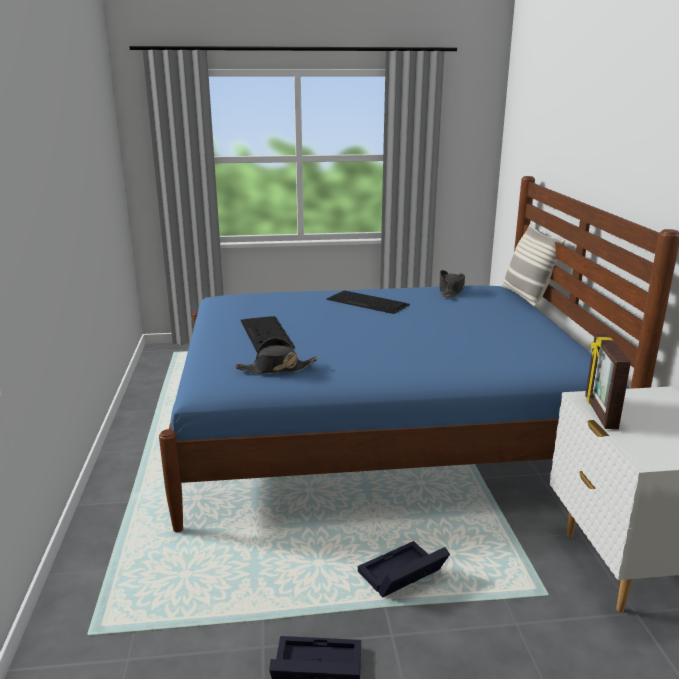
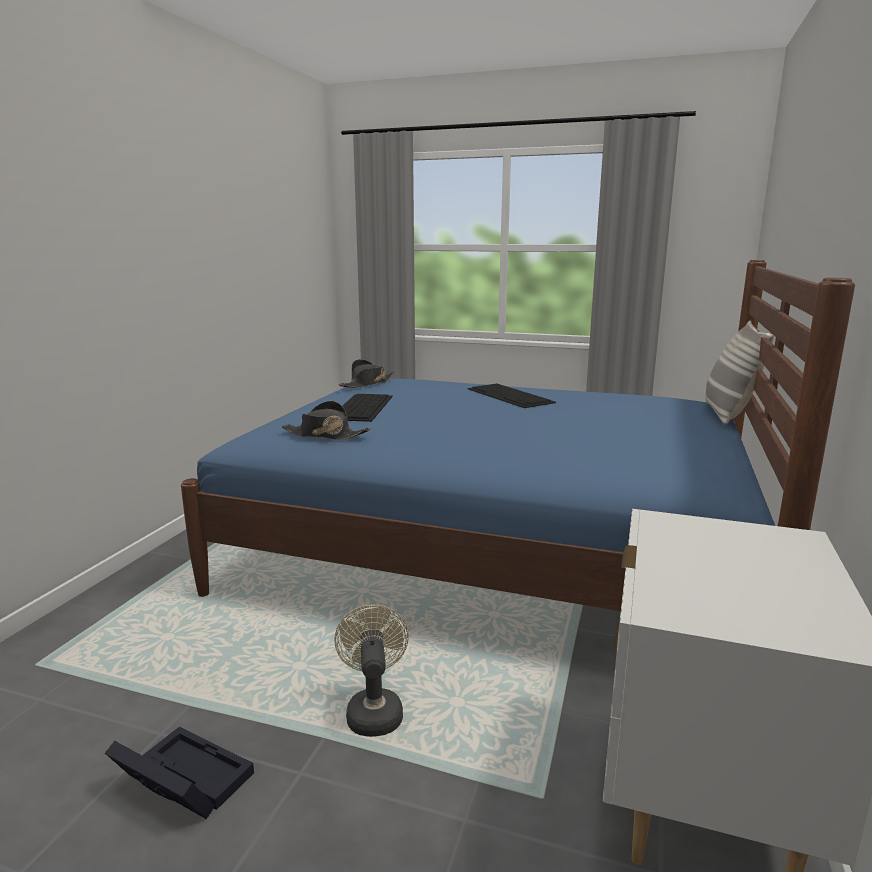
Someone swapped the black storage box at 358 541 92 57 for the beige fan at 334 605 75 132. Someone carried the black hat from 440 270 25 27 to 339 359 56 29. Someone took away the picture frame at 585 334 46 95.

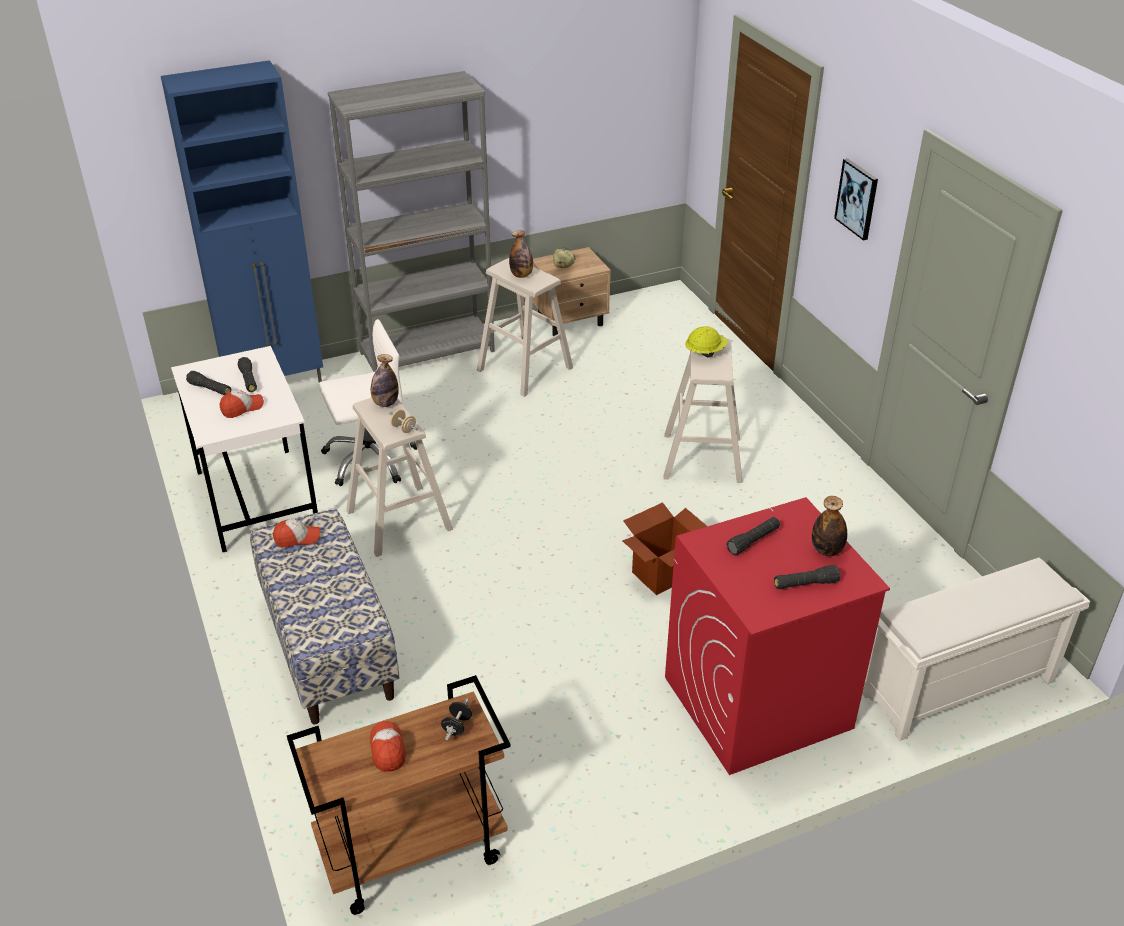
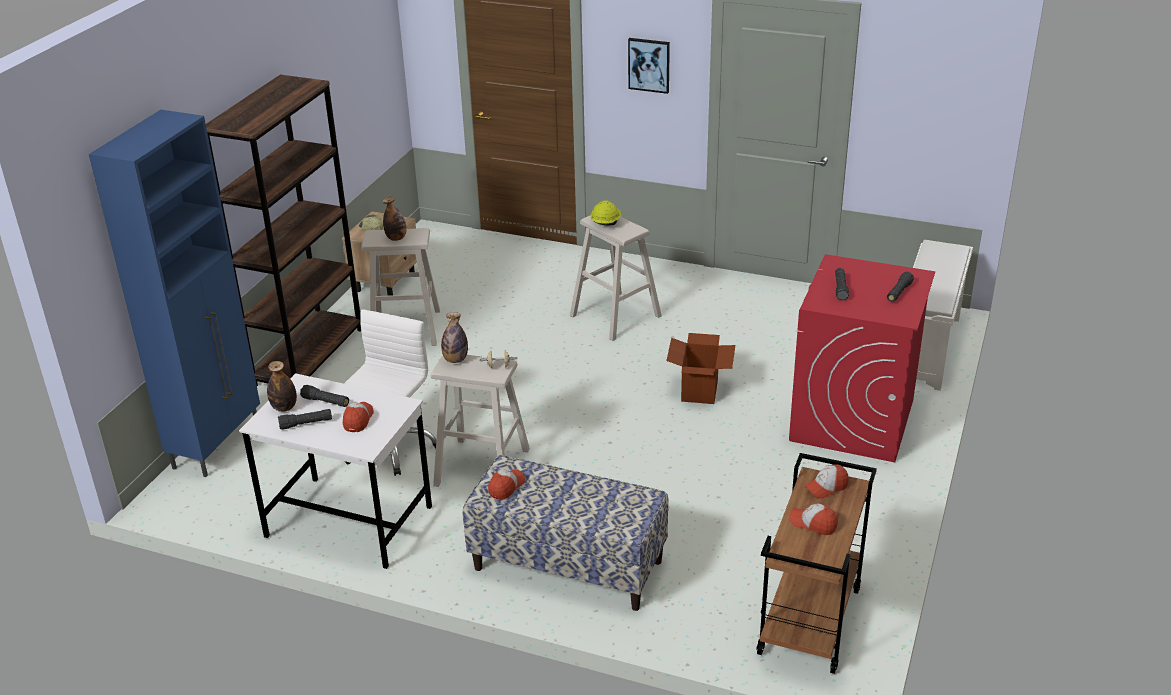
Someone repainted the grey bookcase at 328 71 167 301, which became the brown bookcase at 206 75 155 311. Someone carried the bottle from 812 496 35 60 to 267 361 30 51. Someone swapped the black dumbbell at 441 698 31 42 for the cap at 804 464 45 35.

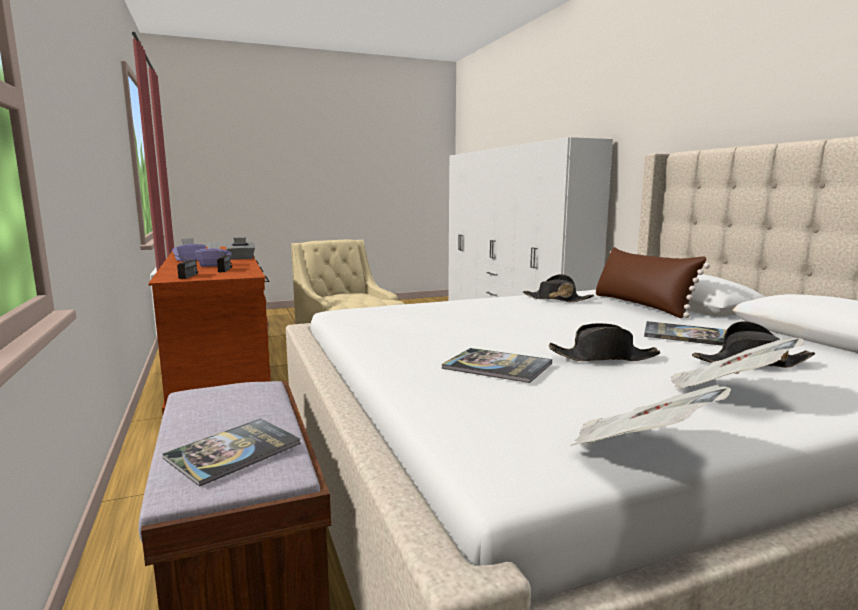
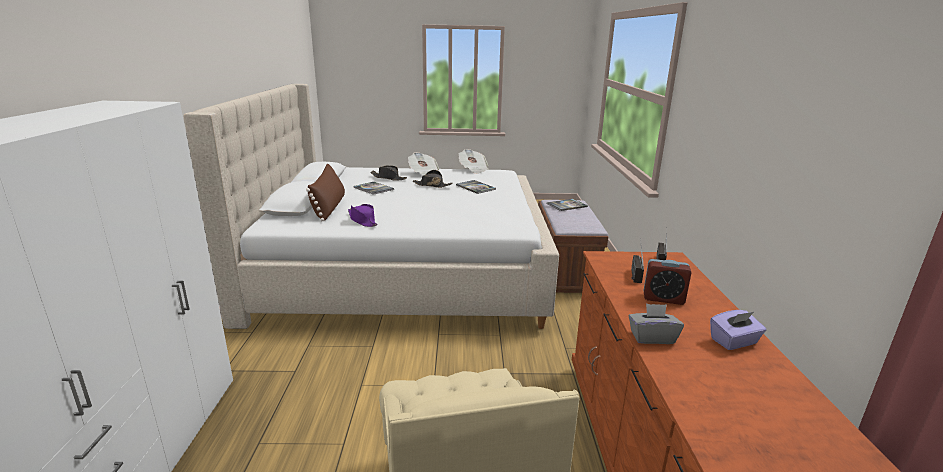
Someone repainted the black hat at 523 274 71 28, which became the purple hat at 348 204 30 23. Someone swapped the purple tissue box at 196 242 35 25 for the alarm clock at 643 259 49 46.

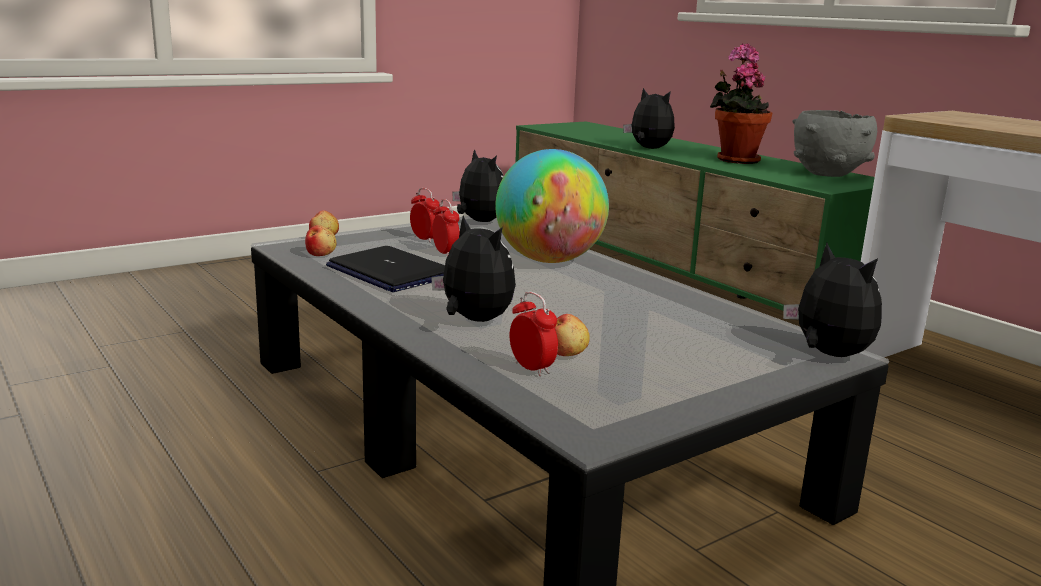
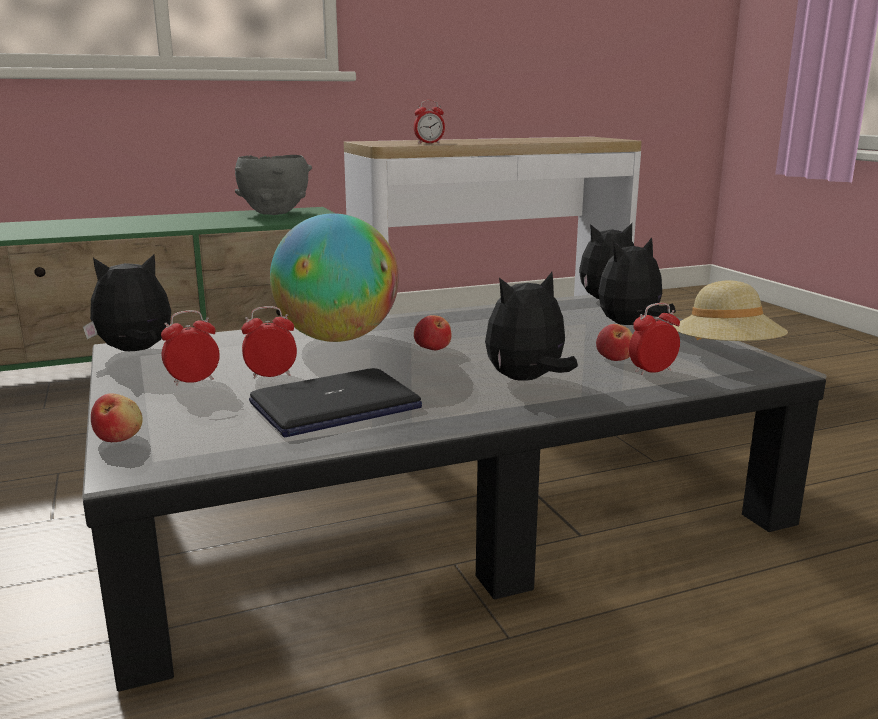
Someone put down the alarm clock at 414 100 31 44. Someone carried the apple from 305 225 32 31 to 414 315 37 35. Someone carried the plush toy from 623 88 52 61 to 599 237 77 88. Someone put down the beige hat at 673 281 115 60. Someone took away the potted plant at 710 43 62 121.

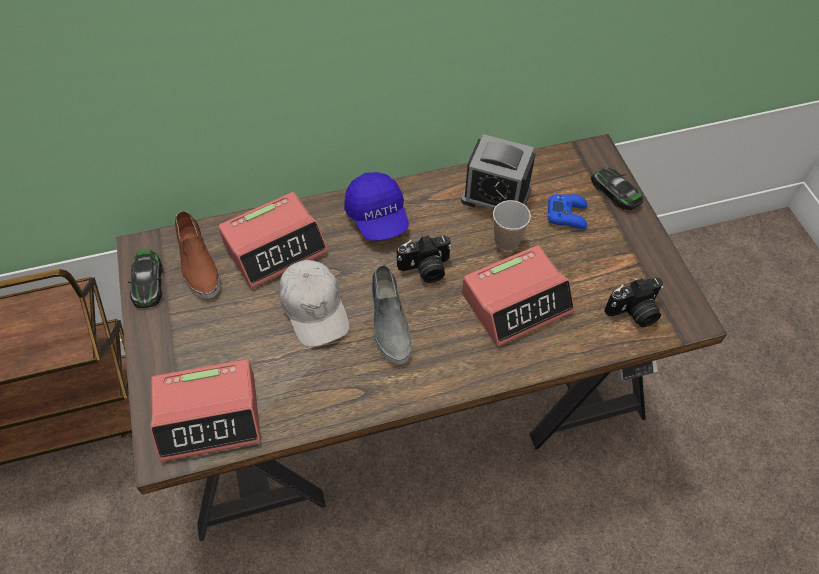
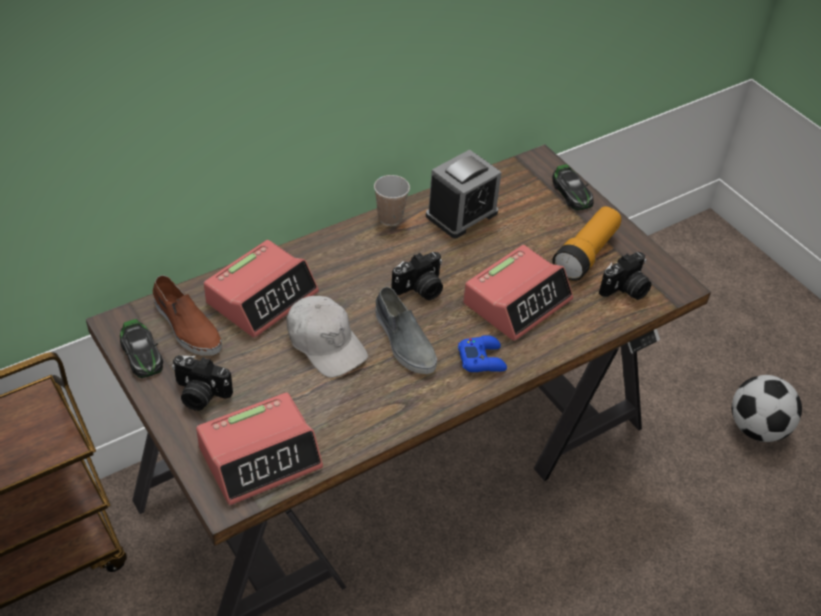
Someone put down the photo camera at 172 355 61 56. Someone carried the cup from 493 200 38 51 to 374 175 36 50. Someone rotated the alarm clock at 461 134 75 75 by 45 degrees counterclockwise. Someone carried the blue game controller from 547 194 41 35 to 458 335 49 37. Someone rotated the toy car at 591 167 52 43 by 150 degrees counterclockwise. Someone put down the flashlight at 552 206 69 75. Someone put down the football at 732 375 70 67. Someone took away the blue cap at 344 172 65 68.

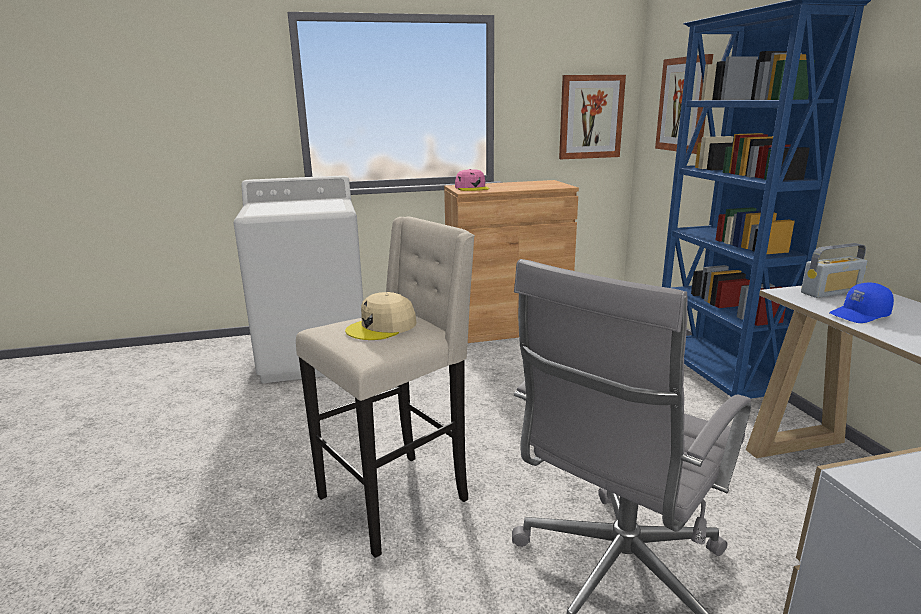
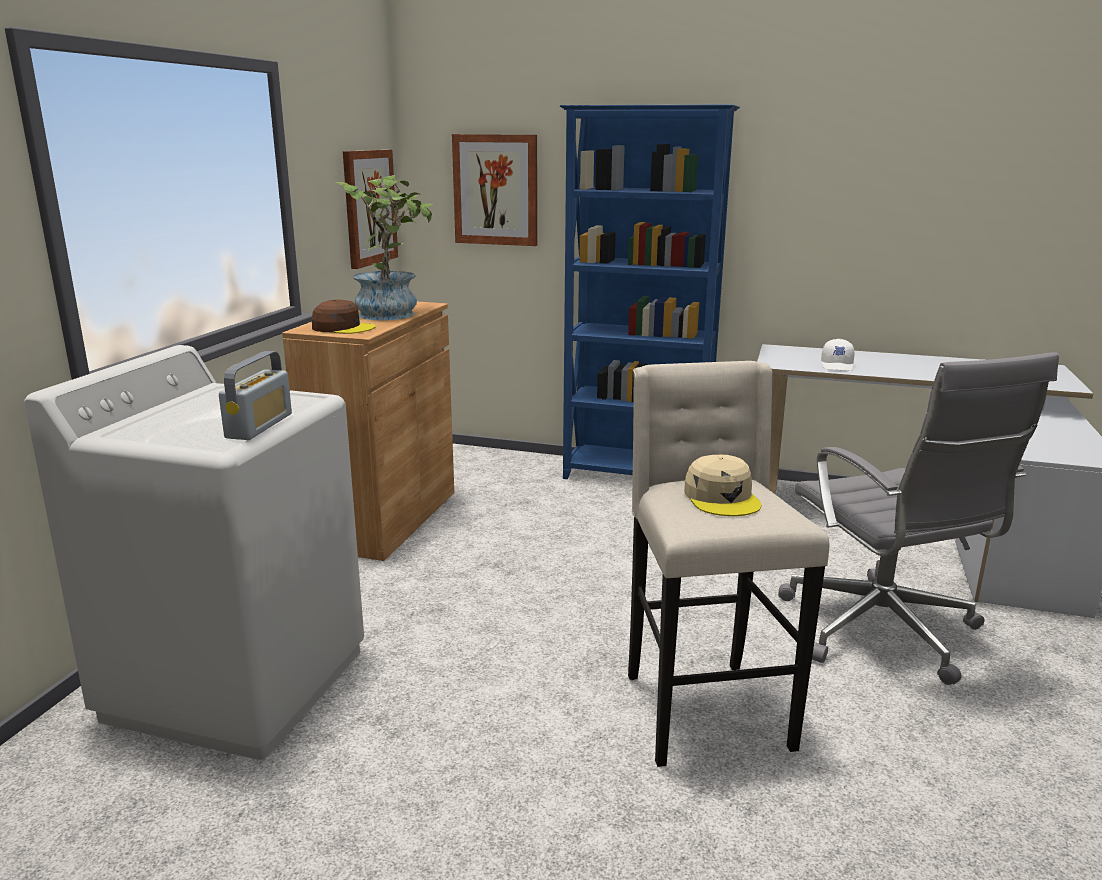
Someone carried the radio from 801 243 67 55 to 219 351 73 89. Someone repainted the pink cap at 455 169 35 22, which became the brown cap at 312 299 64 35. Someone put down the potted plant at 335 175 97 145. Someone repainted the blue cap at 829 283 65 40, which became the white cap at 821 339 33 32.

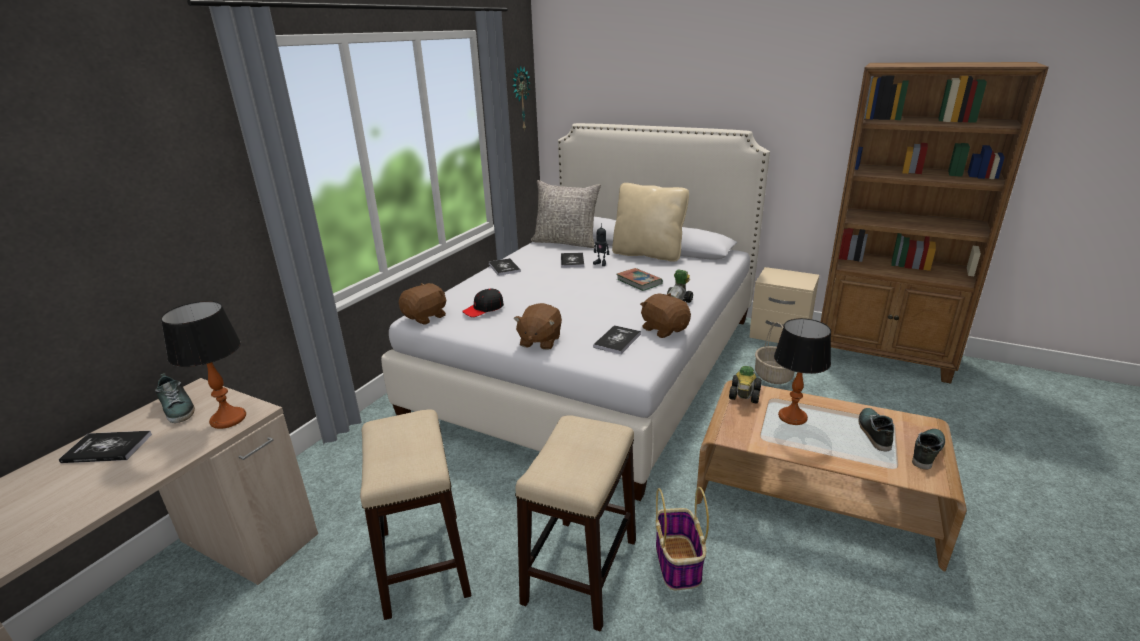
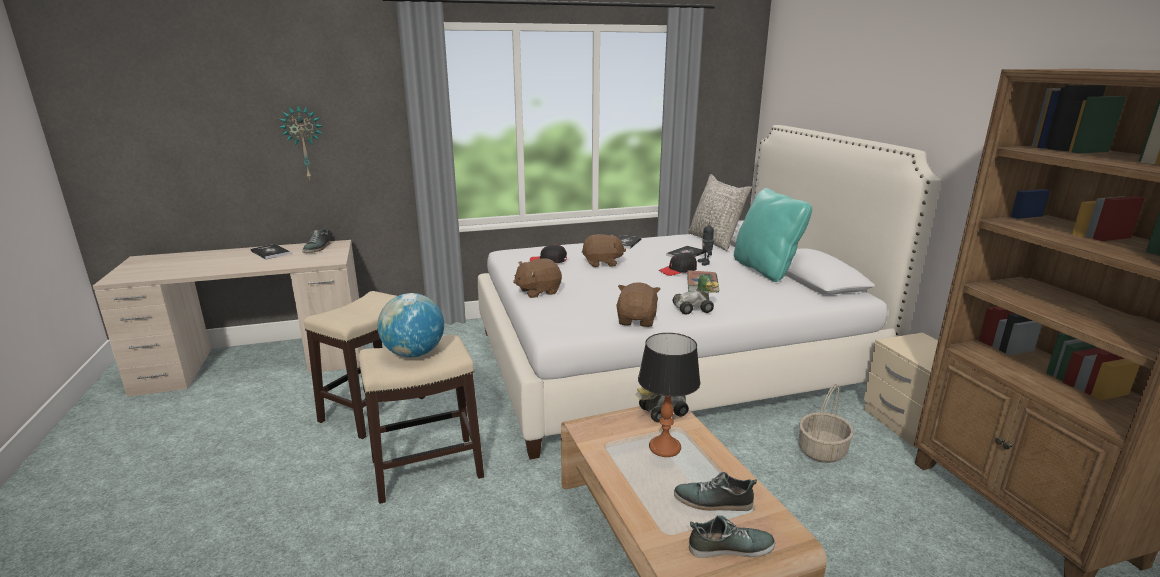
Someone carried the wall clock from 513 66 17 66 to 279 106 44 74. Someone put down the globe at 378 293 66 65. Someone carried the brown plush toy from 399 283 47 42 to 582 234 44 33. Someone put down the black cap at 659 252 38 24. Someone rotated the shoe at 858 408 36 43 by 135 degrees counterclockwise. Someone repainted the beige pillow at 612 183 77 79, which became the turquoise pillow at 734 188 78 94. Someone took away the table lamp at 161 301 85 128. Someone took away the book at 593 325 48 29. Someone took away the basket at 656 487 53 103.

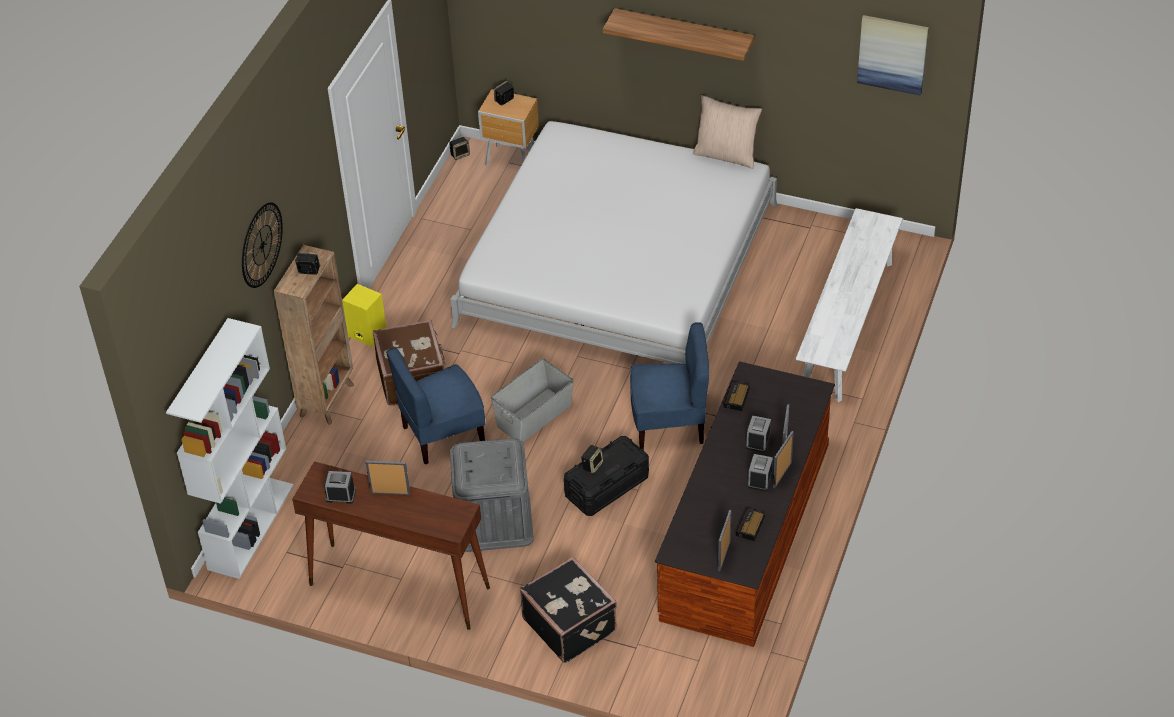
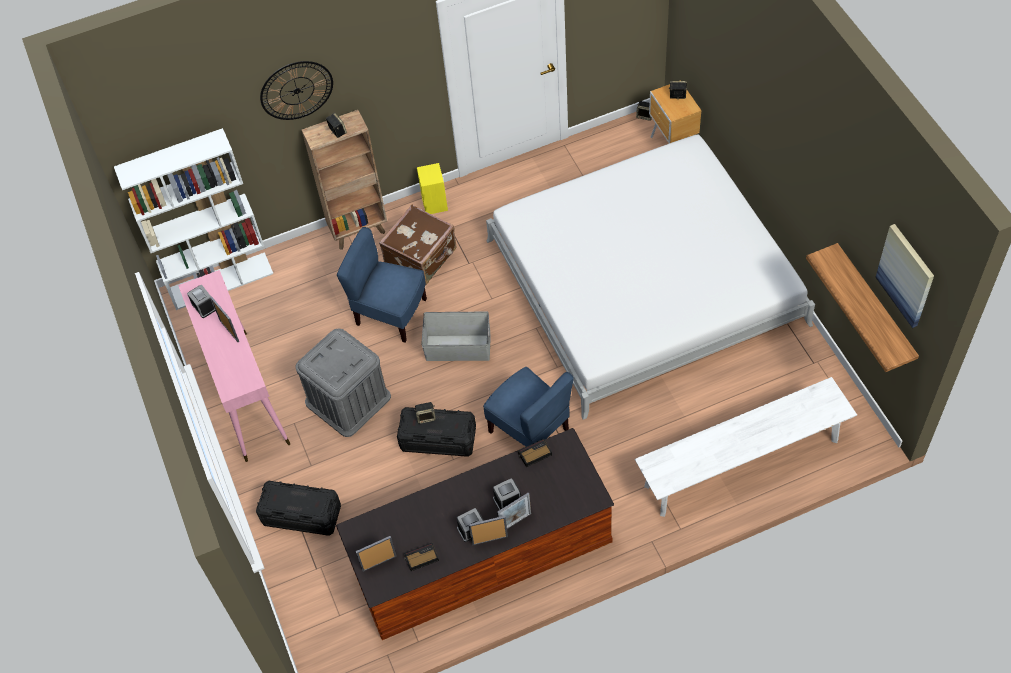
Someone repainted the brown console table at 292 461 198 169, which became the pink console table at 178 270 112 192. Someone swapped the black suitcase at 520 557 97 106 for the black storage box at 256 481 85 55. Someone carried the shelf from 603 8 151 53 to 806 243 113 129. Someone took away the beige pillow at 693 95 69 74.

